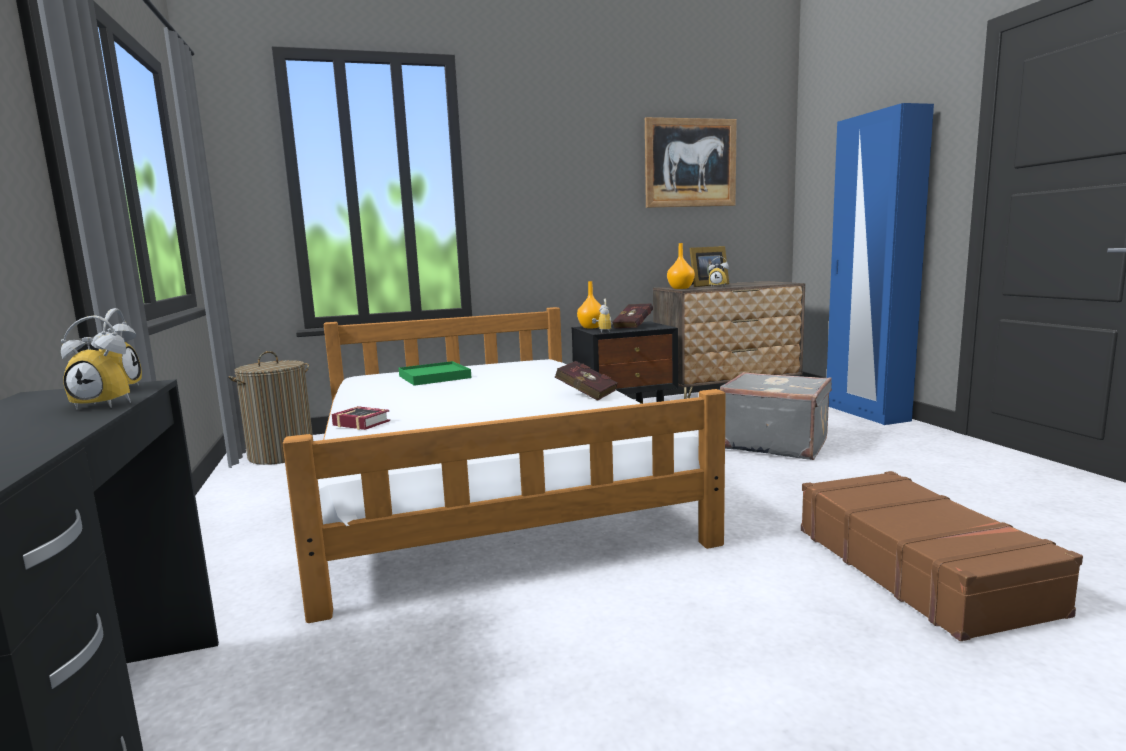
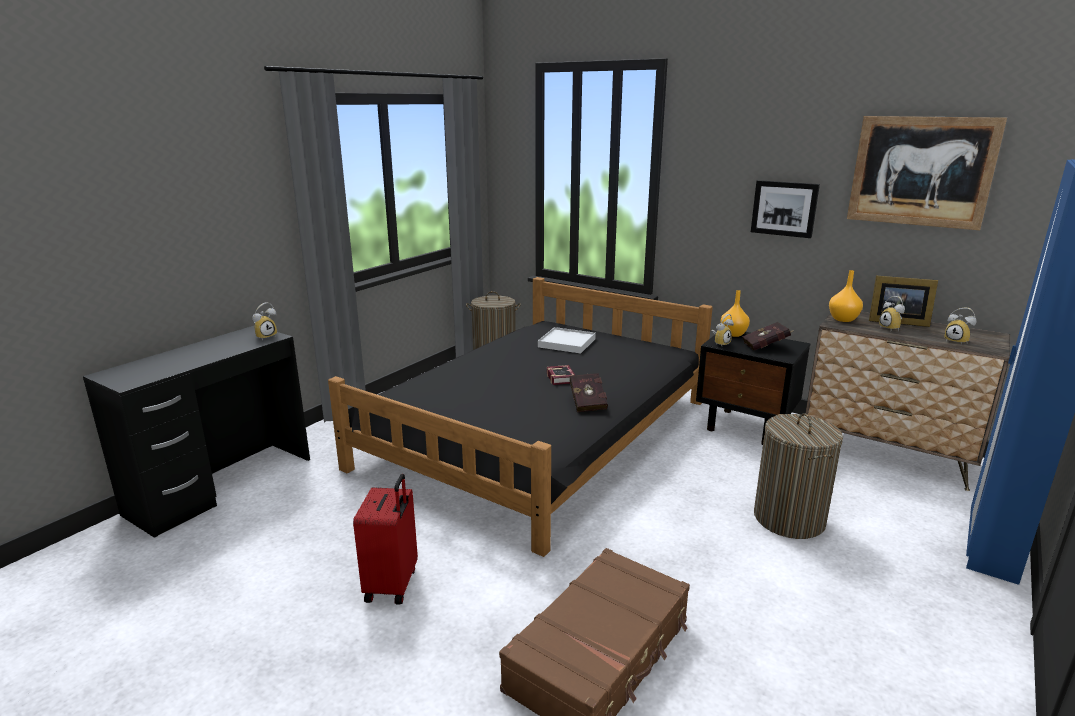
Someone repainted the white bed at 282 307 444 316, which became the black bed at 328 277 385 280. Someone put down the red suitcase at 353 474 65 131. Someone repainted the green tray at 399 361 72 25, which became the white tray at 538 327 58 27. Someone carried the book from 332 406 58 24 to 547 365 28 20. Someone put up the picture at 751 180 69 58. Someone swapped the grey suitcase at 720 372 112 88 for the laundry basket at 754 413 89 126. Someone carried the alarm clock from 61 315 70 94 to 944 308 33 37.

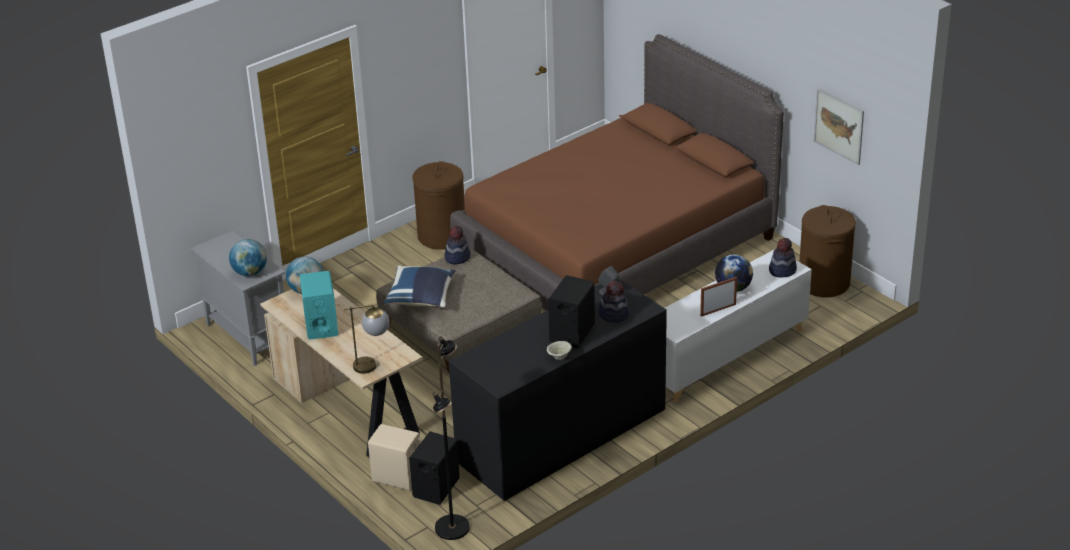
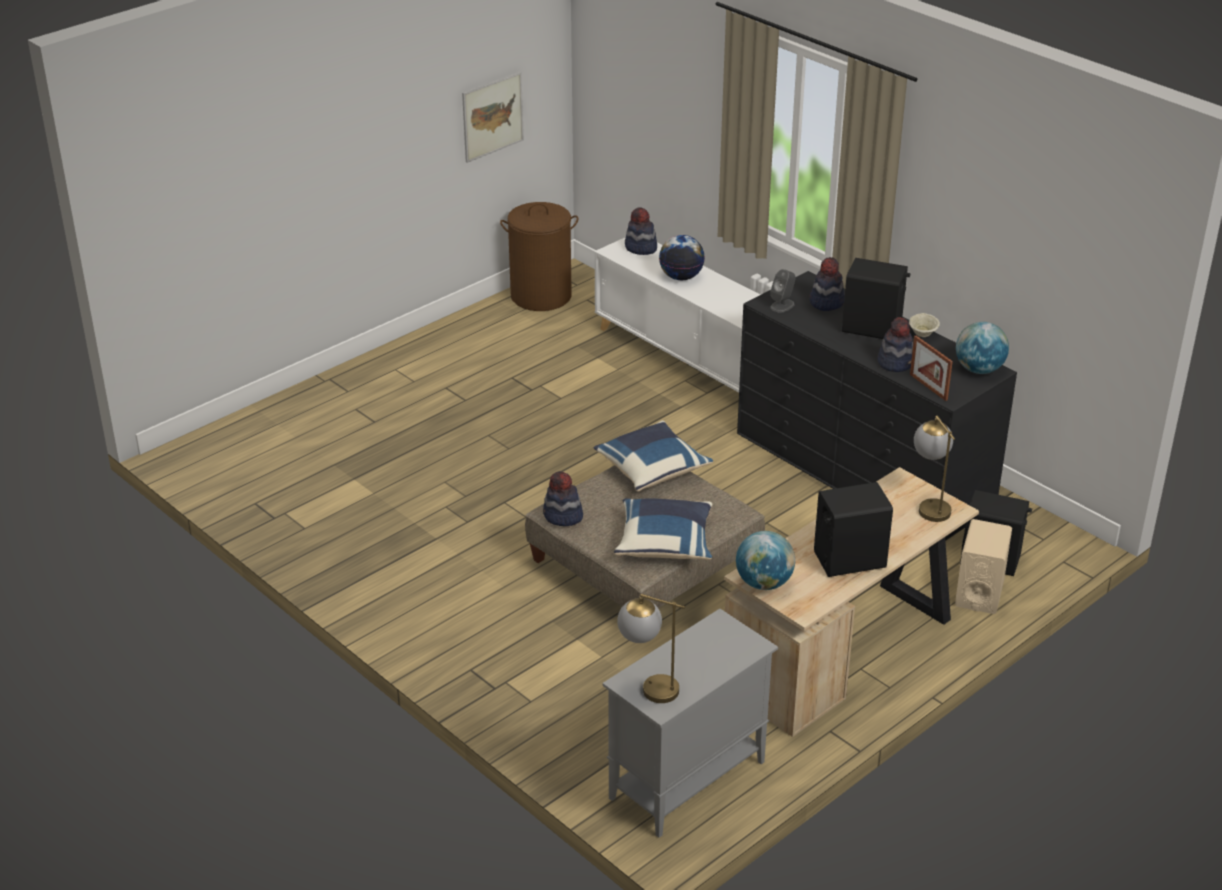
Someone put down the blue pillow at 593 421 120 70. Someone put down the table lamp at 617 594 68 109. Someone repainted the turquoise speaker at 300 271 38 68, which became the black speaker at 814 482 79 95. Someone put down the hat at 877 317 36 55. Someone carried the picture frame from 700 277 37 40 to 910 336 43 65. Someone carried the globe from 229 239 38 38 to 956 322 53 52. Someone took away the brown laundry basket at 413 161 52 89. Someone took away the black floor lamp at 433 336 37 204. Someone took away the brown bed at 450 34 334 277.

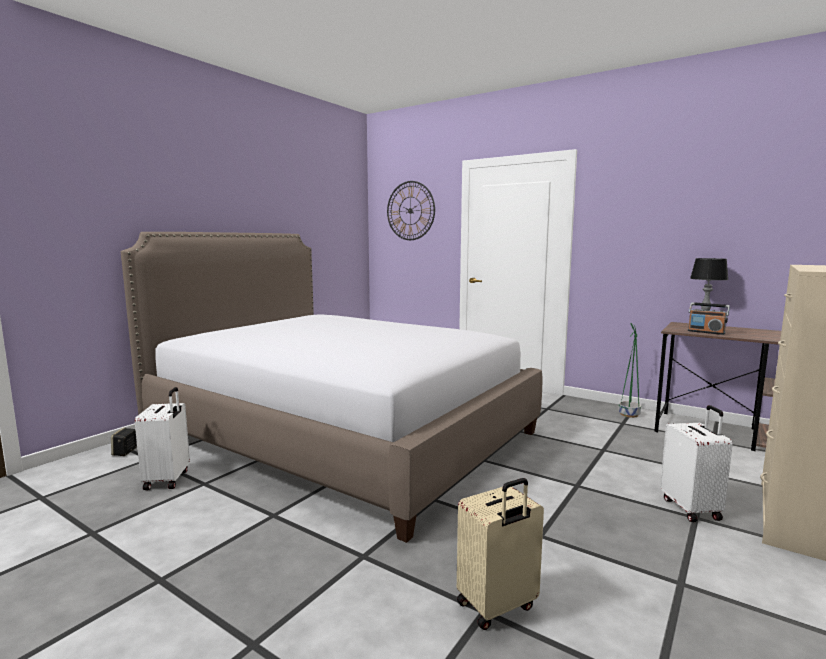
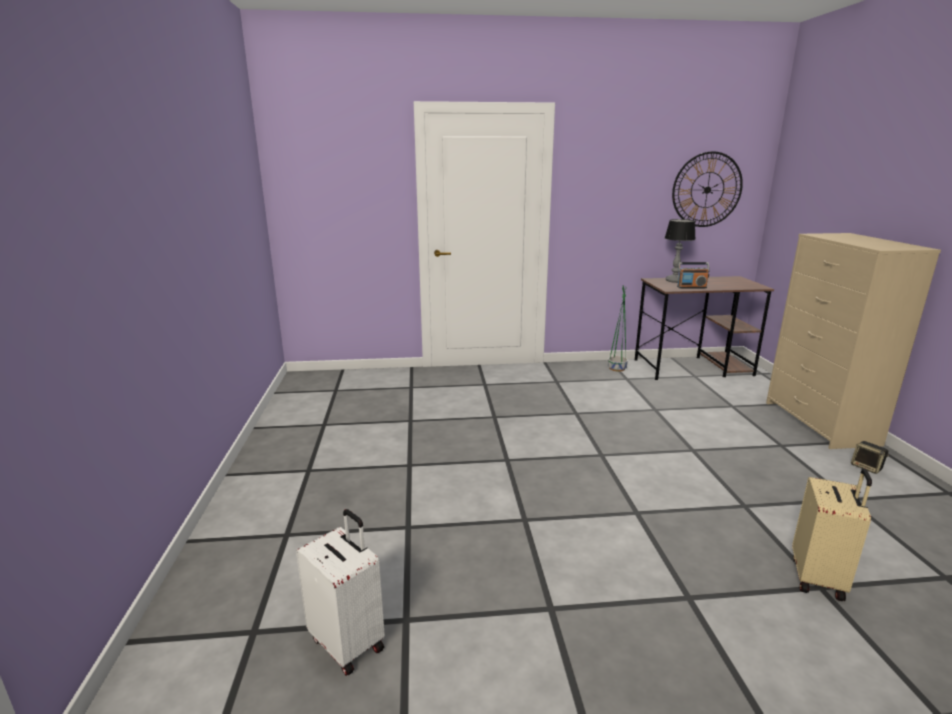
Someone carried the wall clock from 387 181 48 59 to 672 151 71 76. Someone carried the speaker from 111 428 26 28 to 851 441 38 33. Someone took away the bed at 121 232 421 311. Someone took away the white suitcase at 660 405 73 117.

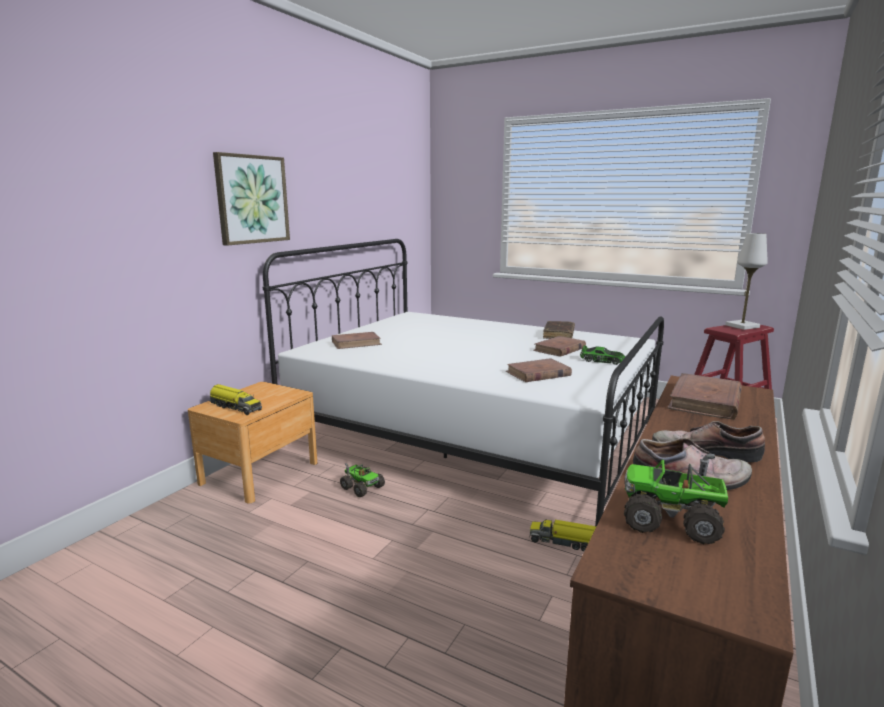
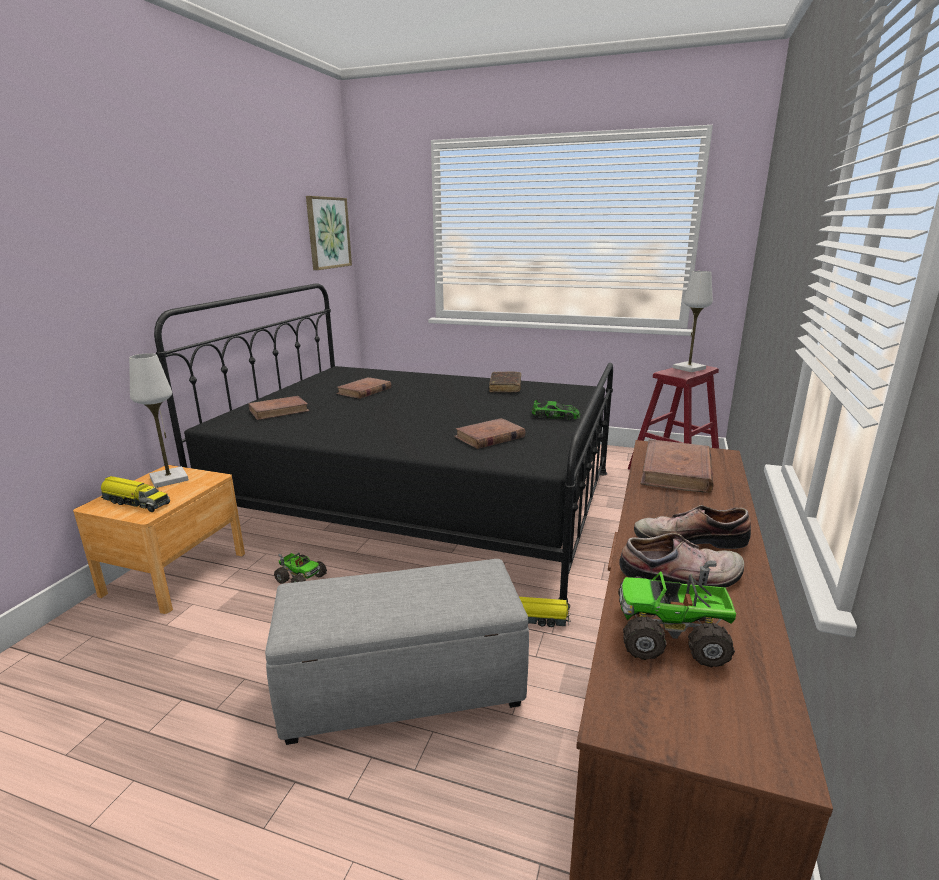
Someone put down the white table lamp at 129 353 60 135. Someone repainted the white bed at 263 239 401 288, which became the black bed at 154 283 459 326. Someone put down the grey ottoman at 265 559 264 186. Someone carried the picture from 213 152 77 94 to 306 196 46 74. Someone carried the brown book from 533 336 53 21 to 336 377 55 22.

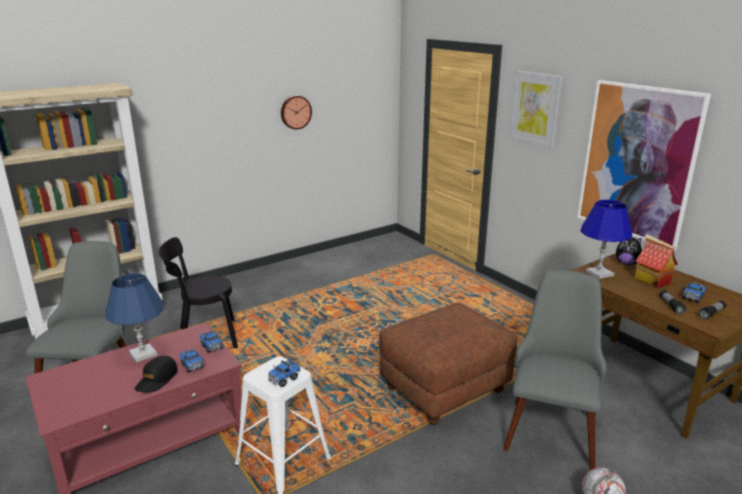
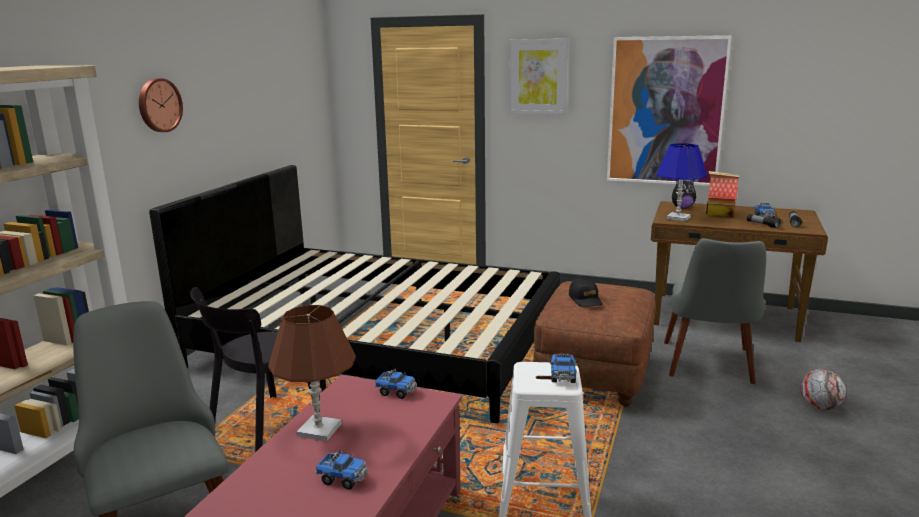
Someone carried the wall clock from 281 95 31 35 to 139 78 44 54. Someone put down the black bed at 149 165 411 258. Someone repainted the blue table lamp at 106 273 58 90, which became the brown table lamp at 268 305 88 136. Someone carried the toy truck from 179 349 25 24 to 316 450 52 40. Someone carried the black cap from 135 356 43 37 to 569 278 34 29. Someone rotated the grey chair at 503 270 104 200 by 150 degrees counterclockwise.

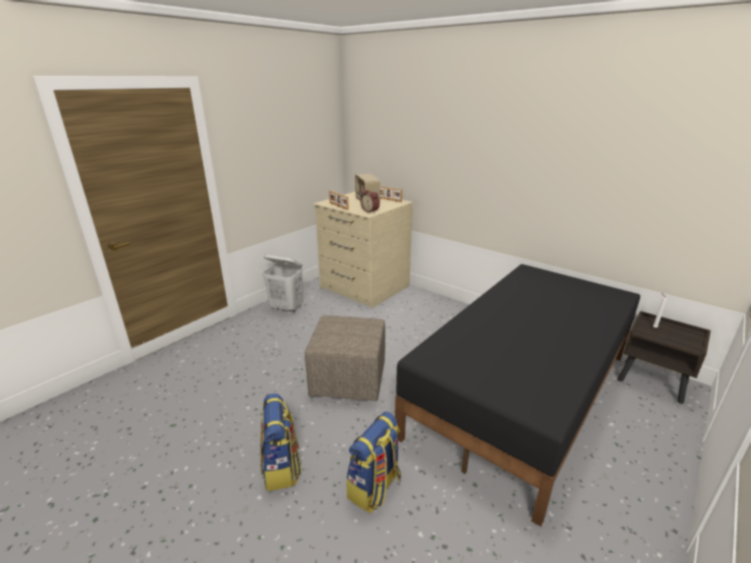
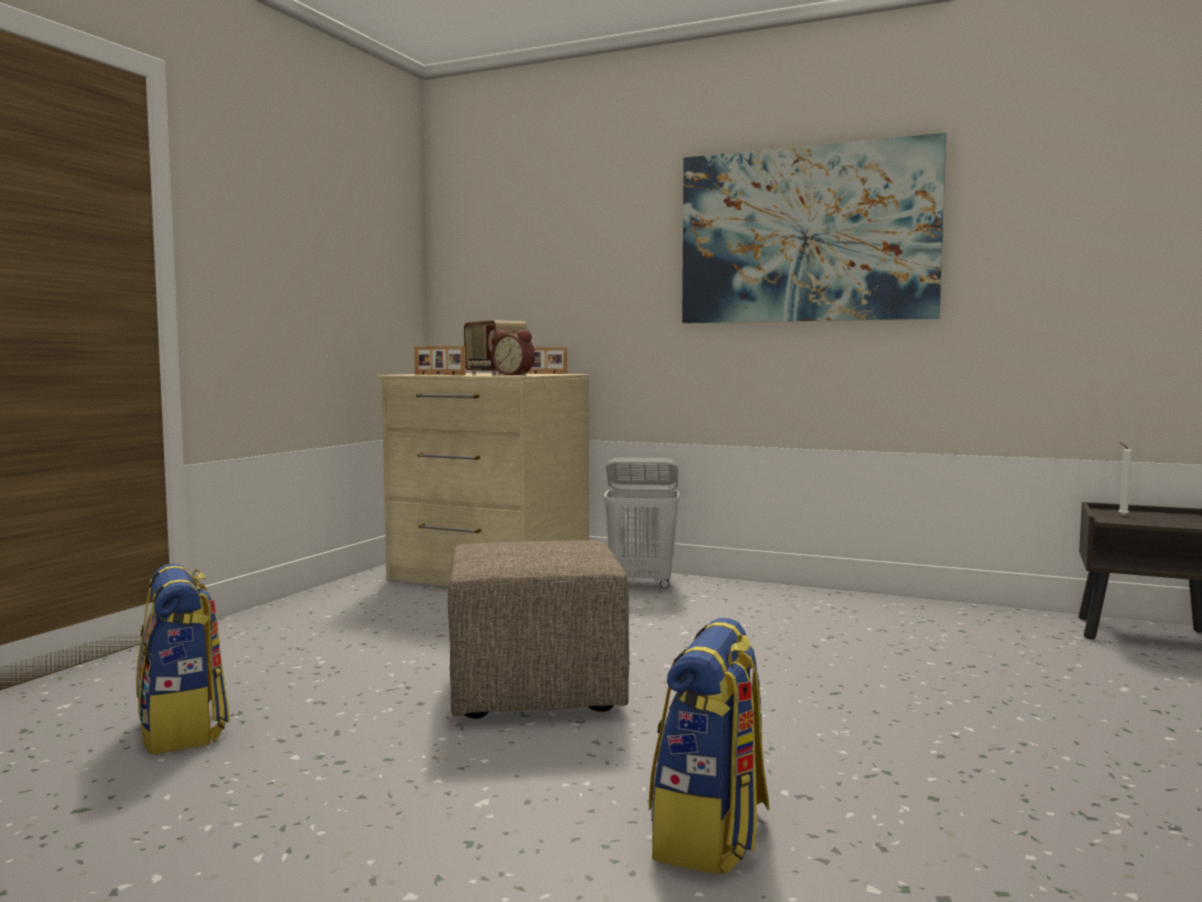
Someone carried the backpack from 260 393 41 98 to 136 563 94 192. Someone carried the white laundry basket from 262 255 41 58 to 604 458 75 131. Someone put up the picture at 682 133 264 190. Someone took away the black bed at 395 264 245 263.

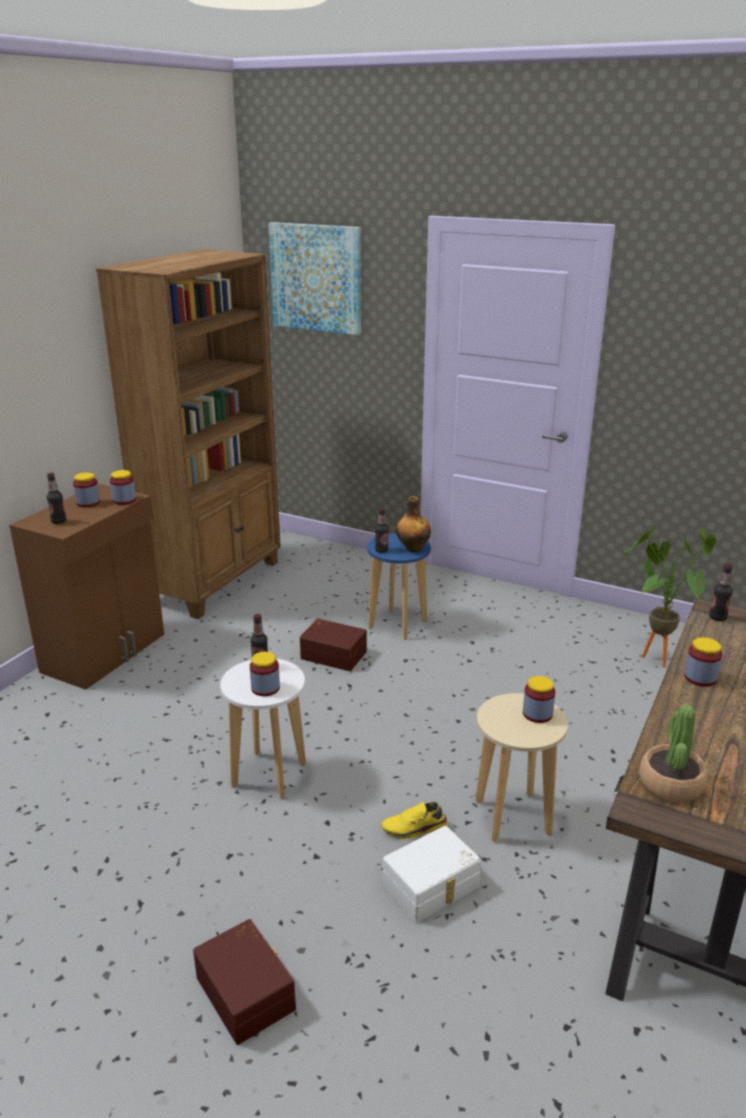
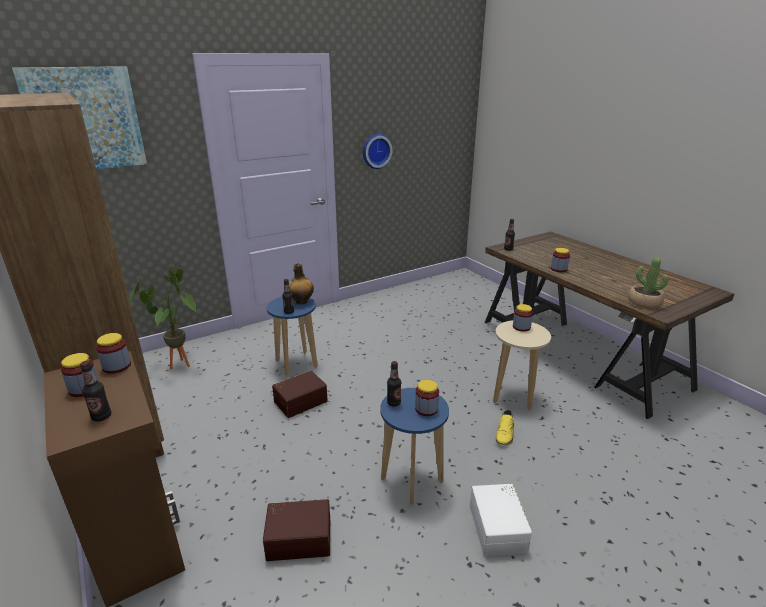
Someone carried the potted plant from 624 526 92 141 to 129 266 67 103. Someone carried the brown storage box from 193 919 103 126 to 263 499 67 62. Someone put up the wall clock at 363 134 29 35. Someone repainted the white stool at 220 659 86 140, which became the blue stool at 380 388 69 117. Someone carried the white storage box from 383 826 98 96 to 470 484 62 72.

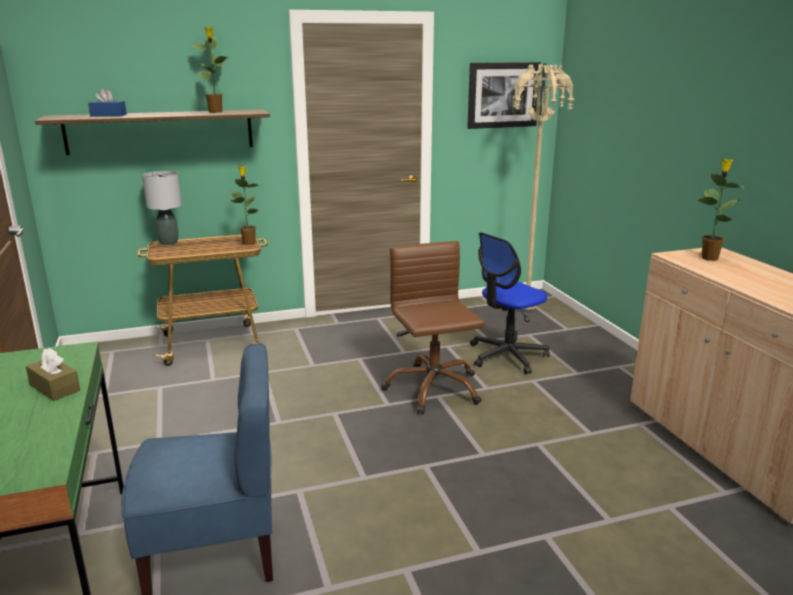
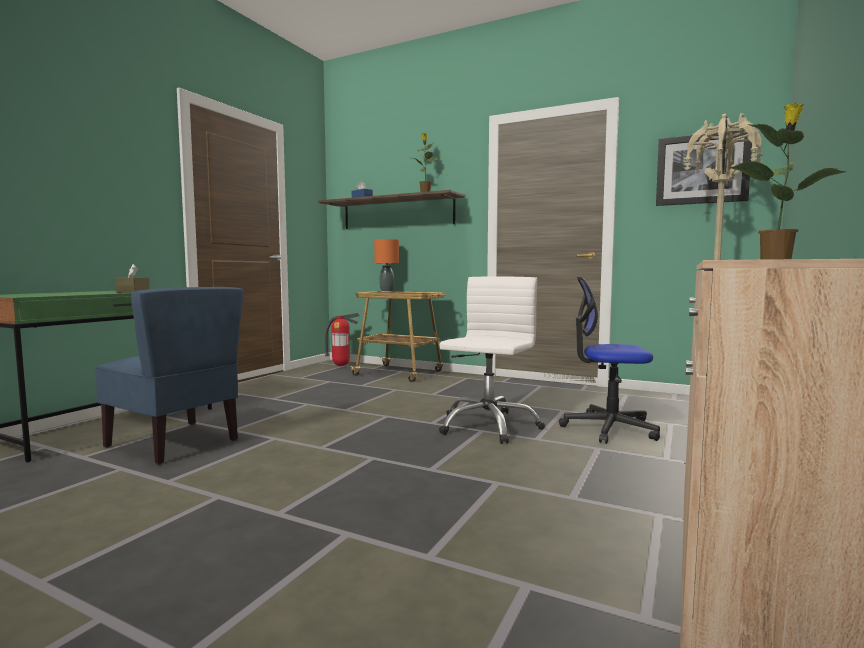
Someone put down the fire extinguisher at 325 313 35 53. Someone repainted the grey table lamp at 142 171 40 74, which became the orange table lamp at 374 239 25 53. Someone repainted the brown office chair at 381 241 104 173, which became the white office chair at 439 276 106 168. Someone took away the potted plant at 230 166 32 79.

